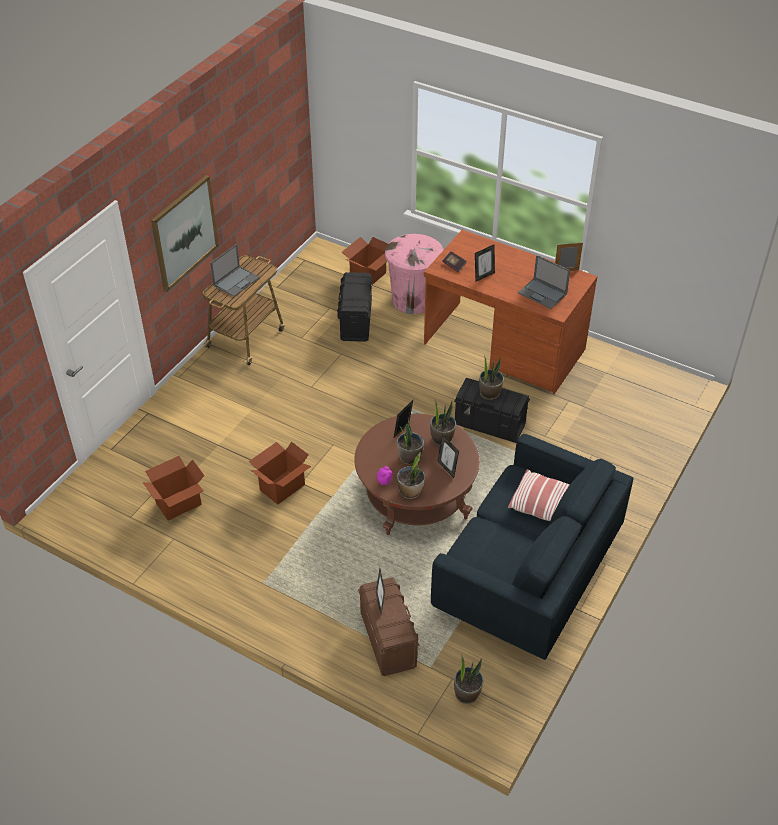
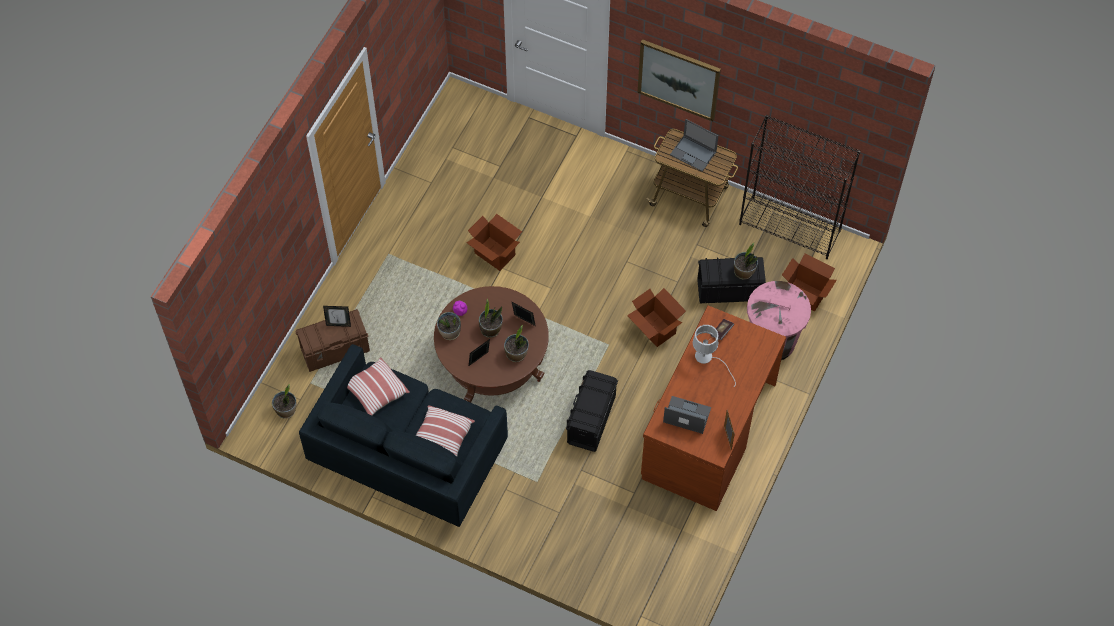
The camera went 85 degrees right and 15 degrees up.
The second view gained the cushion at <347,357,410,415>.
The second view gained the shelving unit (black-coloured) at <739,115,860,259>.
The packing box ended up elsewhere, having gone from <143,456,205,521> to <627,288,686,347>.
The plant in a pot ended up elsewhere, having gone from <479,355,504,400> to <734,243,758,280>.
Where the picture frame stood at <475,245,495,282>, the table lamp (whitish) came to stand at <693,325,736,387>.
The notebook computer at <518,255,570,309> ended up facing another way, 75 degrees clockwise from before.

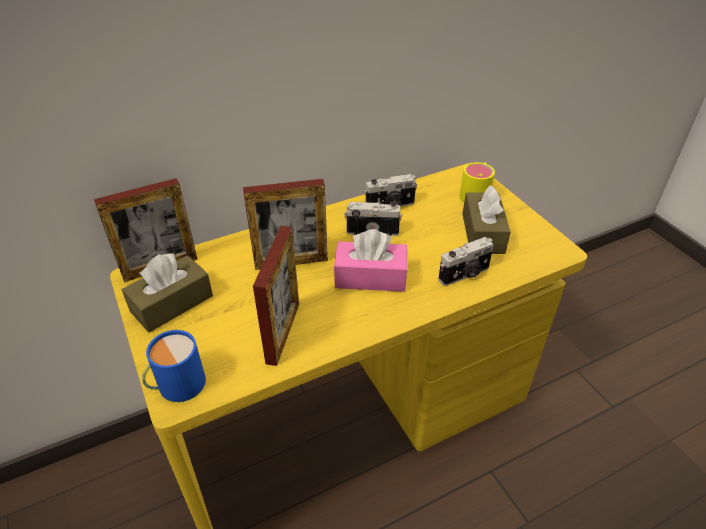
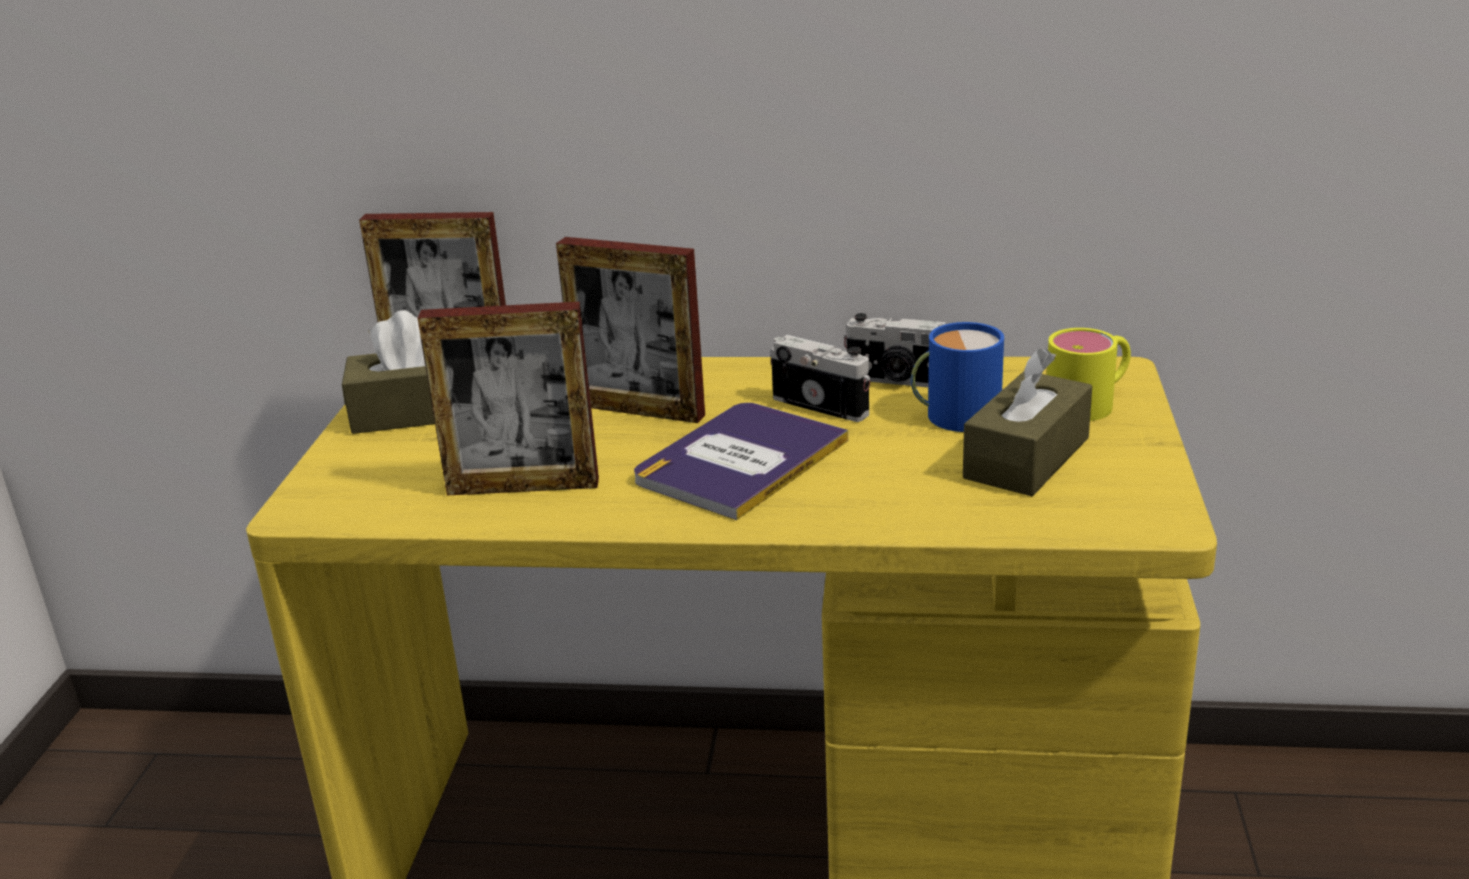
The camera went 35 degrees right and 15 degrees down.
The second view lost the photo camera at <438,237,494,286>.
The coffee mug (blue) ended up elsewhere, having gone from <142,330,206,402> to <911,322,1004,432>.
Where the tissue holder (pink) stood at <334,229,407,292>, the bound book came to stand at <634,403,848,520>.
The picture frame at <253,226,299,366> ended up facing another way, 45 degrees clockwise from before.

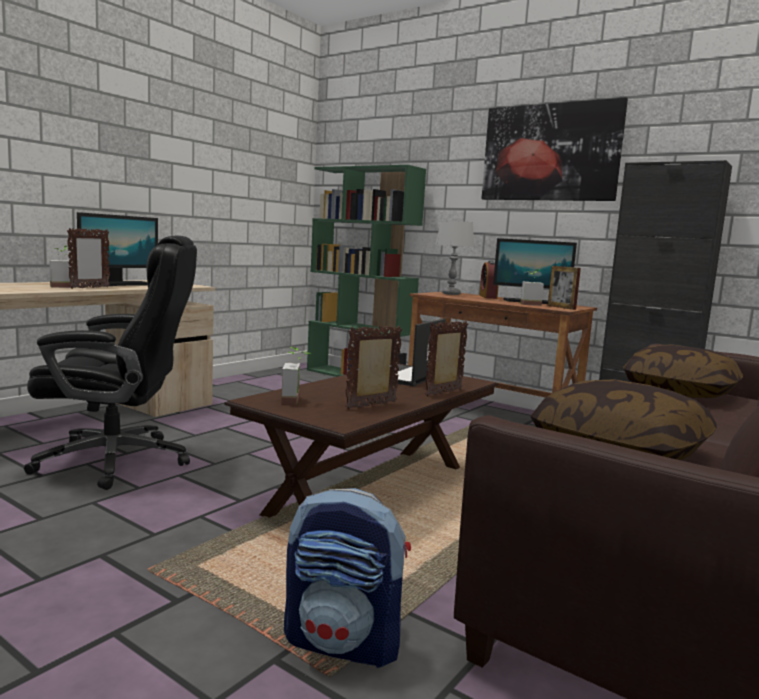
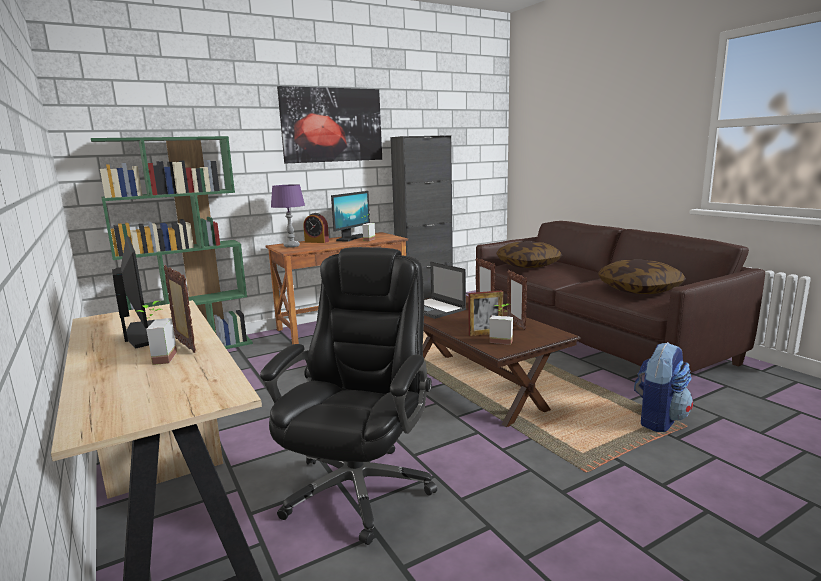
The camera went 65 degrees left and 5 degrees up.
The picture frame ended up elsewhere, having gone from <548,266,581,310> to <468,290,503,336>.
What was the table lamp (greyish) at <435,221,475,295> turned into the table lamp (purple-coloured) at <271,184,305,248>.

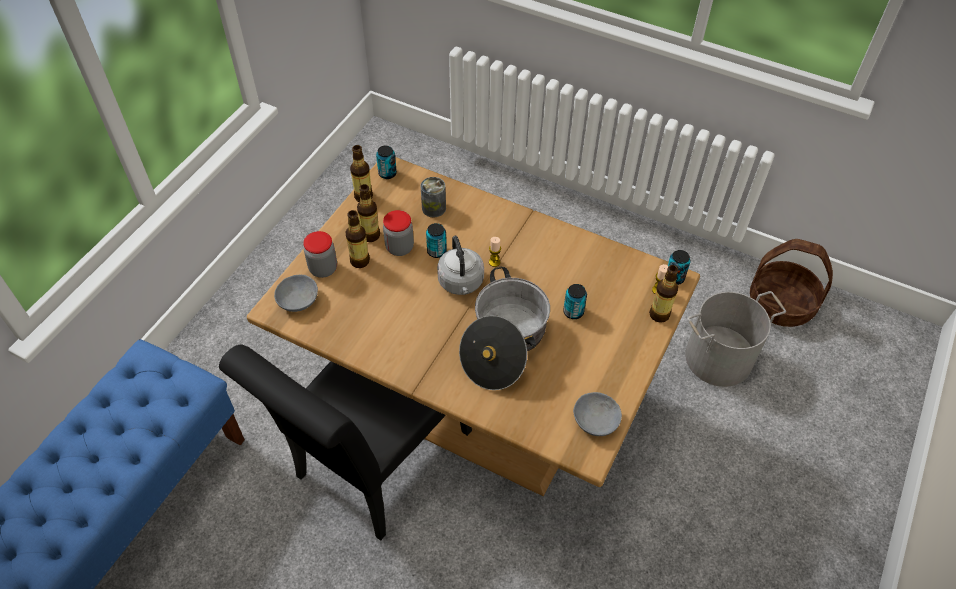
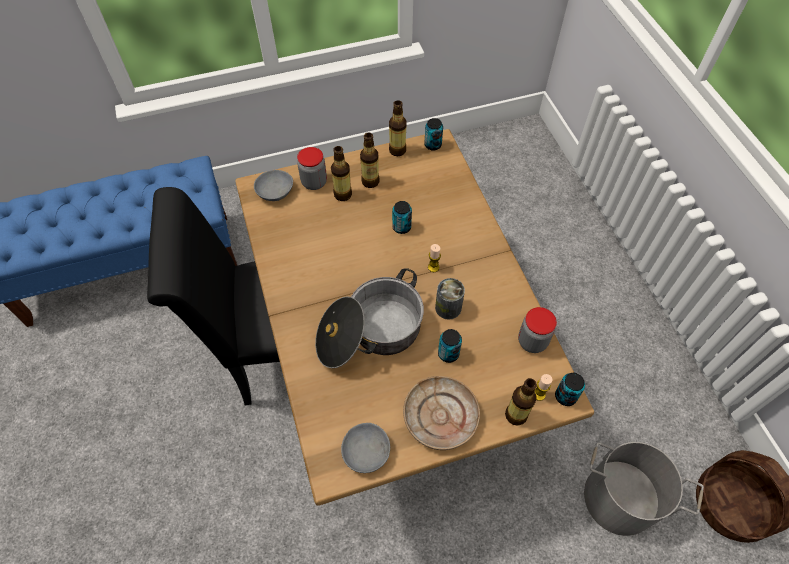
The camera went 45 degrees right and 5 degrees up.
The second view lost the tea kettle (greyish) at <437,236,484,295>.
The second view gained the dinner plate (beige) at <403,376,480,450>.
The storage jar ended up elsewhere, having gone from <383,210,414,256> to <518,307,557,353>.
The can ended up elsewhere, having gone from <420,177,446,218> to <435,278,465,320>.

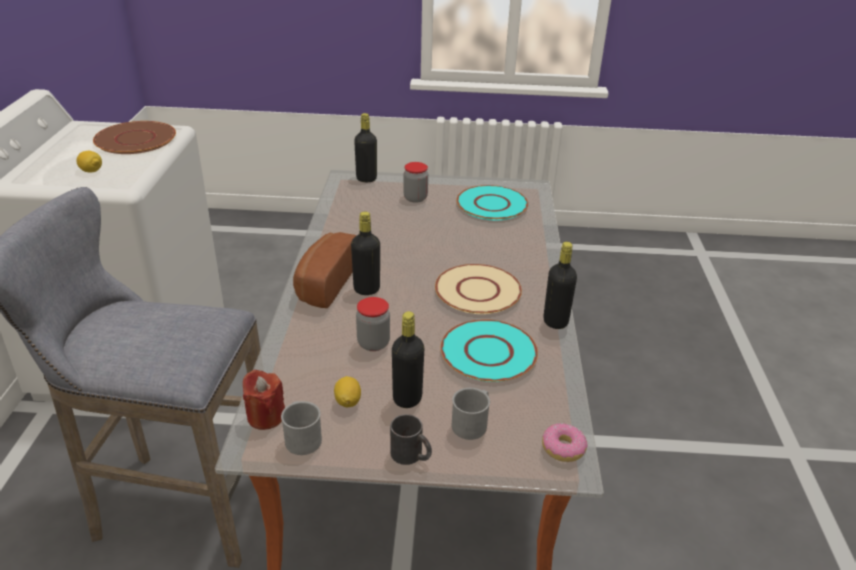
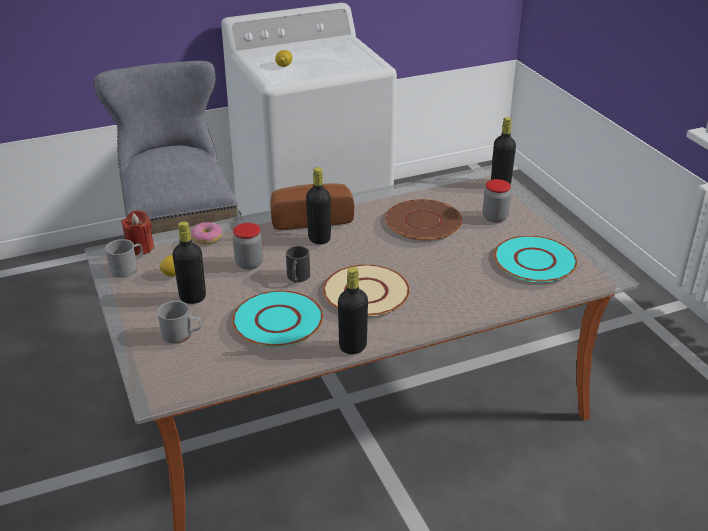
The camera went 65 degrees right and 0 degrees up.
The dinner plate (brown-coloured) ended up elsewhere, having gone from <93,121,176,154> to <385,199,462,241>.
The coffee mug (black-coloured) ended up elsewhere, having gone from <390,414,432,465> to <286,246,310,283>.
The doughnut ended up elsewhere, having gone from <542,423,587,462> to <191,222,223,245>.

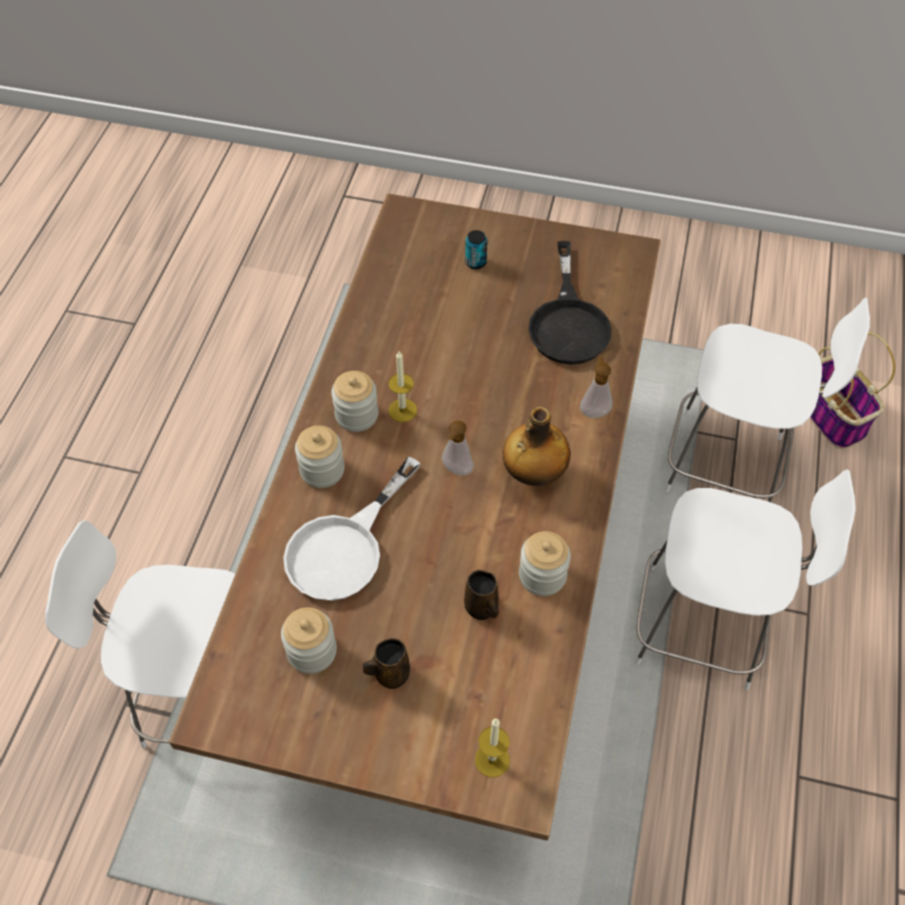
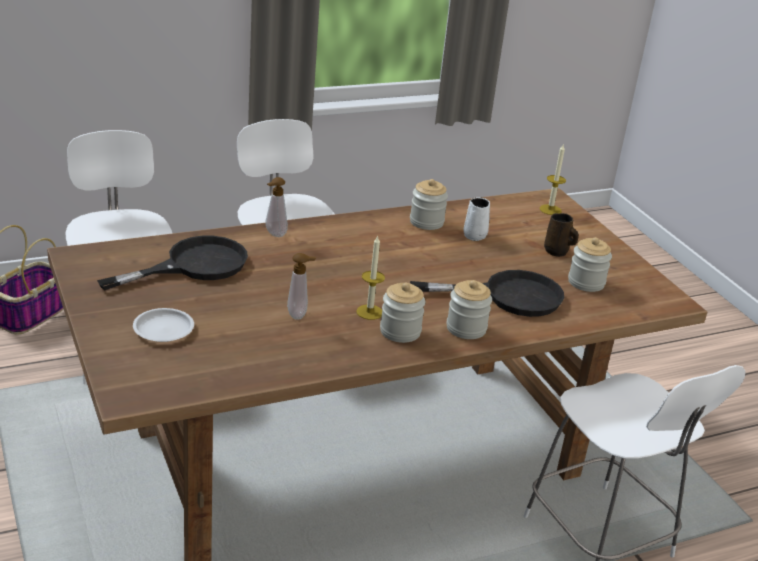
The camera went 130 degrees left and 25 degrees down.
The second view lost the bottle at <502,407,571,486>.
The soap dispenser ended up elsewhere, having gone from <442,421,474,476> to <287,253,316,320>.
Where the can stood at <465,230,487,269>, the dinner plate (whitish) came to stand at <133,308,194,342>.
What was the skillet (whitish) at <283,456,421,601> turned into the skillet (black-coloured) at <410,270,564,317>.
What was the coffee mug (brown-coloured) at <464,570,499,620> turned into the coffee mug (whitish) at <463,197,490,241>.

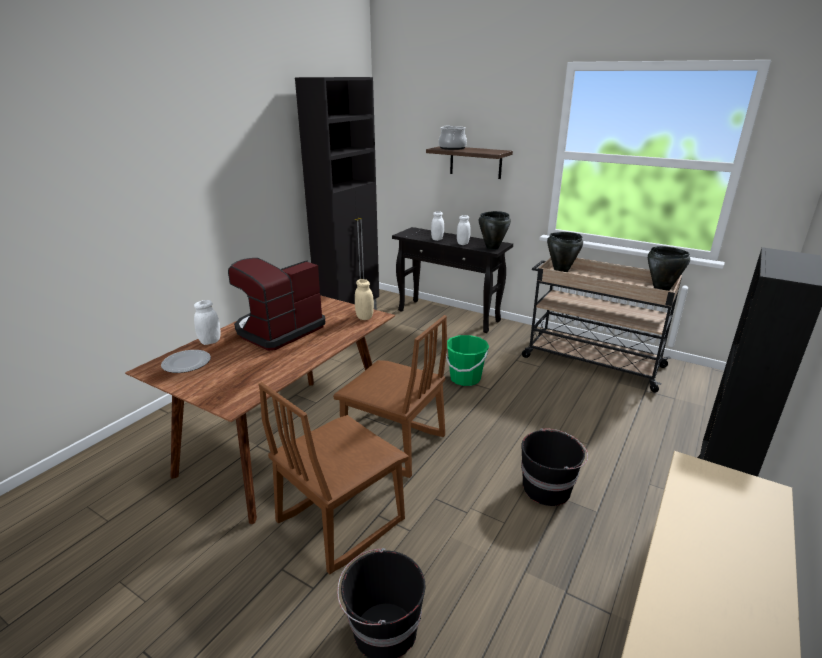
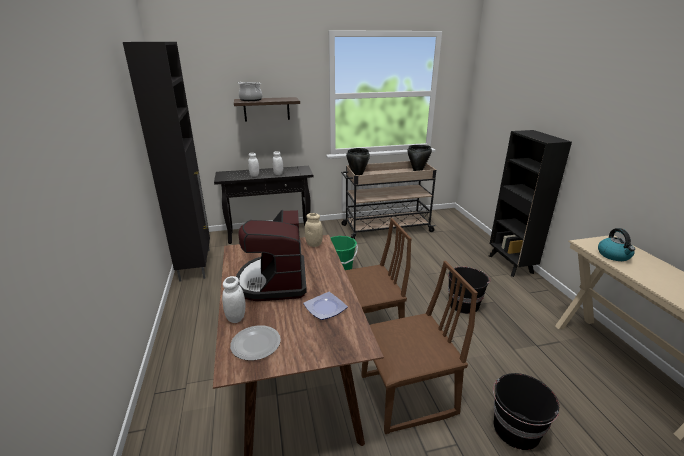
The camera went 45 degrees left and 0 degrees up.
The second view lost the cooking pot (black-coloured) at <479,211,511,250>.
The second view gained the dinner plate at <303,292,348,320>.
The second view gained the tea kettle at <598,228,635,261>.
The plain chair (brown-coloured) at <258,382,409,574> ended up facing another way, 105 degrees counterclockwise from before.

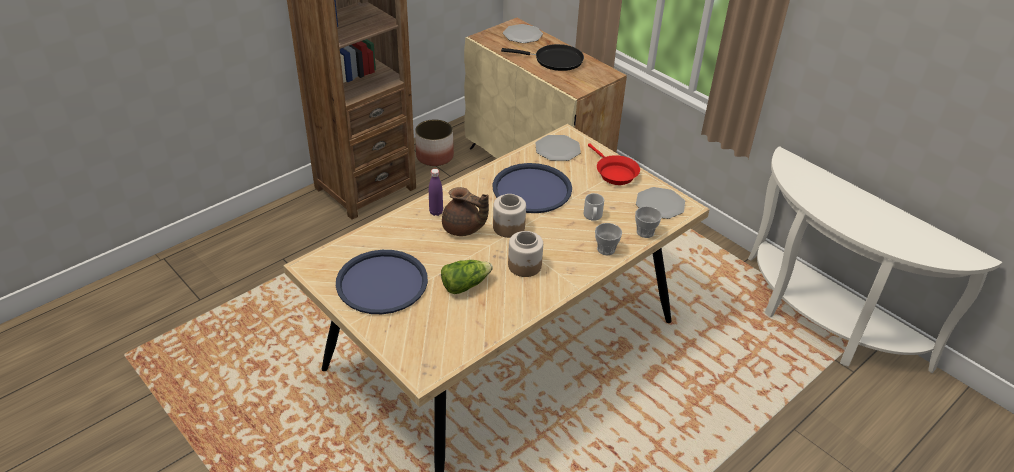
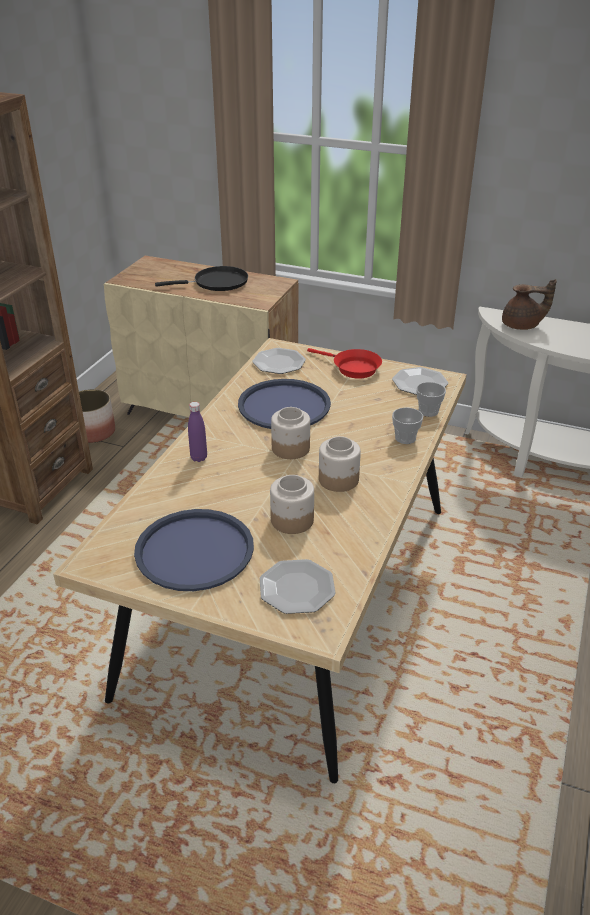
The camera went 25 degrees left and 5 degrees down.
The second view lost the coffee mug (greyish) at <584,193,604,221>.
The teapot (brown-coloured) ended up elsewhere, having gone from <442,187,489,236> to <502,279,557,330>.
The dinner plate ended up elsewhere, having gone from <503,24,543,43> to <260,559,336,614>.
Where the lettuce stood at <441,260,493,294>, the storage jar came to stand at <270,475,314,534>.

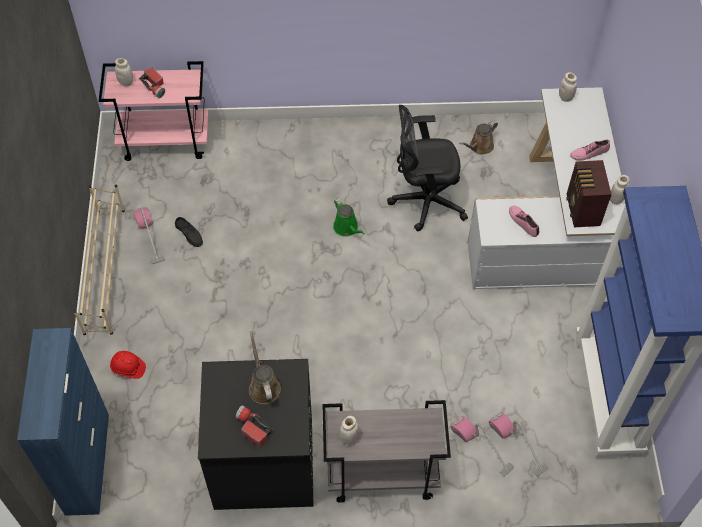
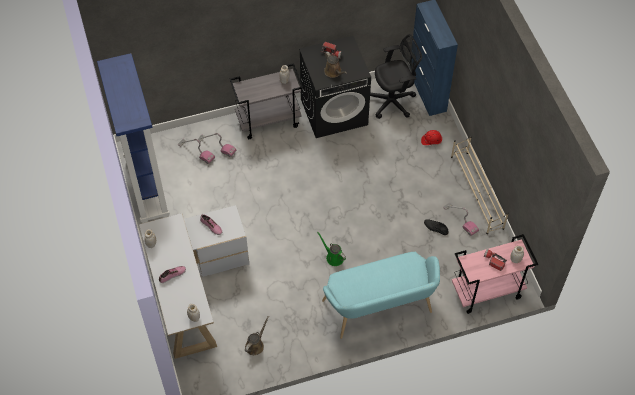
The camera went 165 degrees right and 0 degrees up.
The second view lost the radio set at <566,160,612,227>.
The second view gained the long seat (turquoise) at <322,252,440,339>.
The computer chair (black-coloured) ended up elsewhere, having gone from <387,105,468,231> to <370,34,422,119>.

